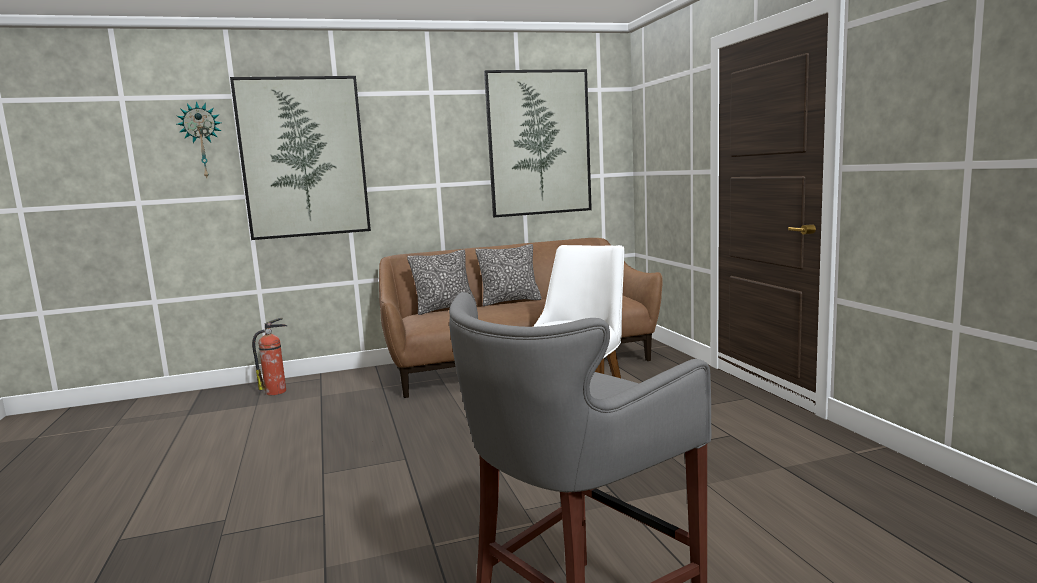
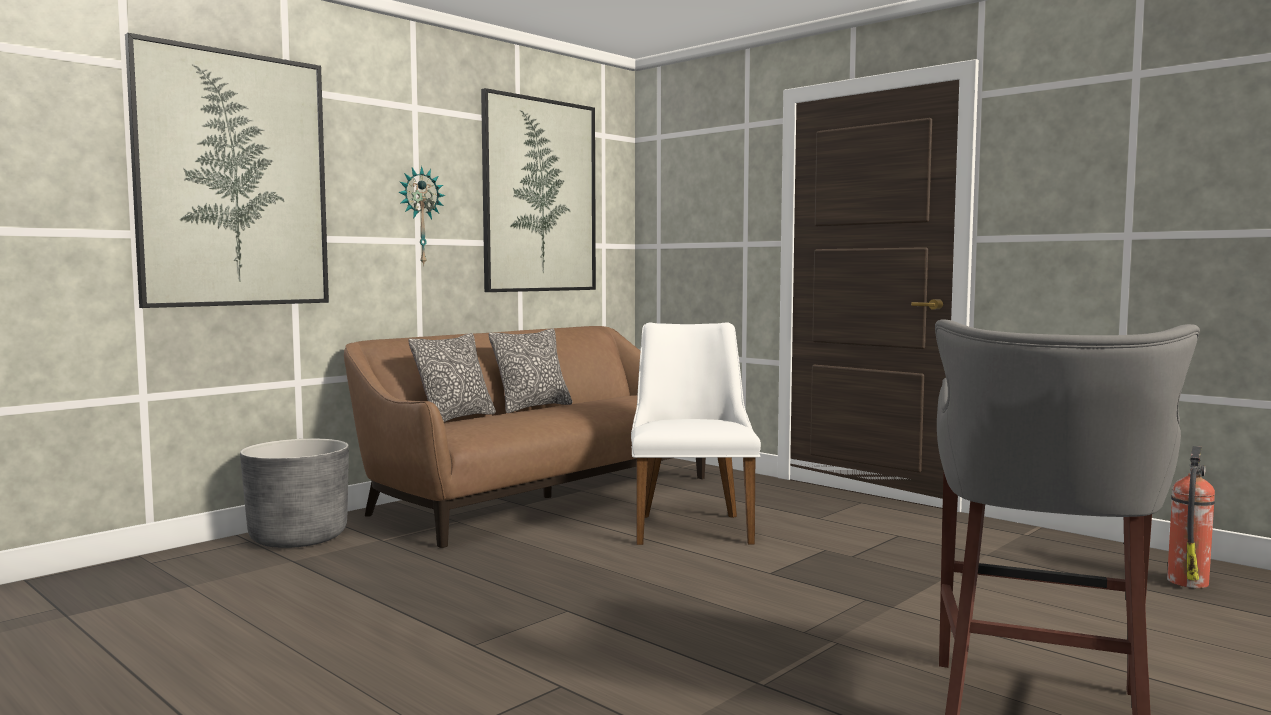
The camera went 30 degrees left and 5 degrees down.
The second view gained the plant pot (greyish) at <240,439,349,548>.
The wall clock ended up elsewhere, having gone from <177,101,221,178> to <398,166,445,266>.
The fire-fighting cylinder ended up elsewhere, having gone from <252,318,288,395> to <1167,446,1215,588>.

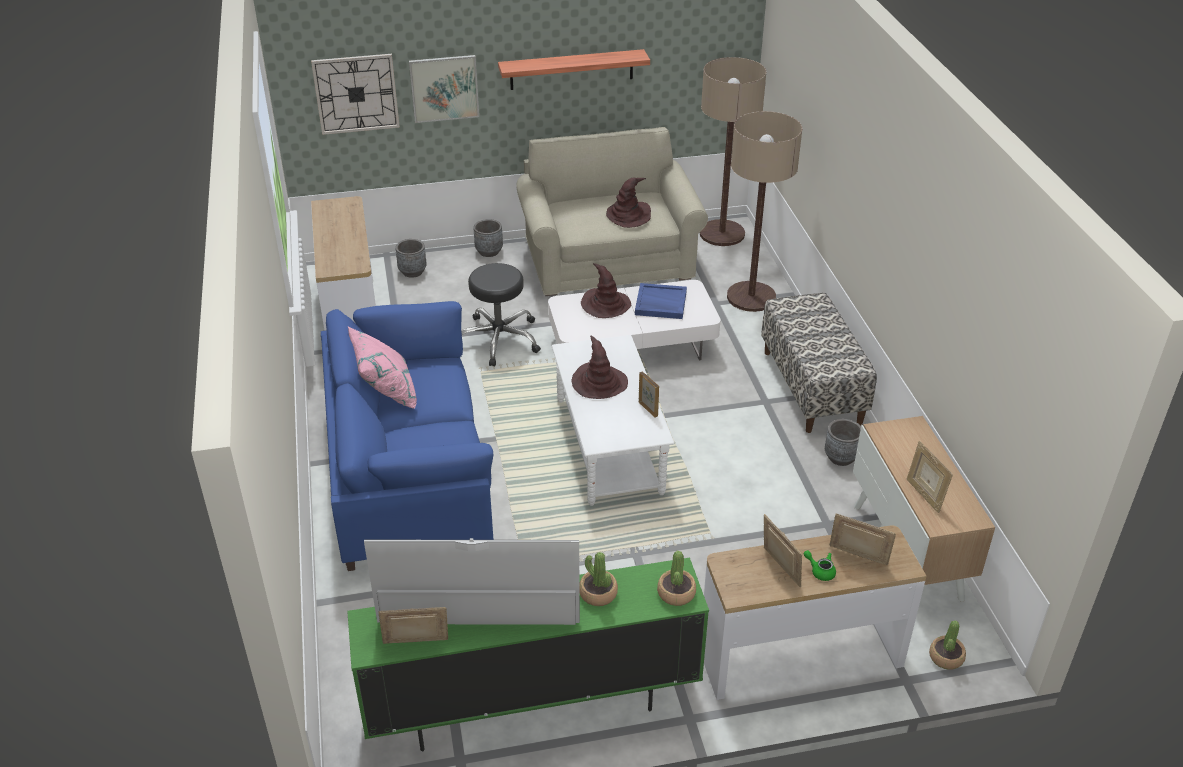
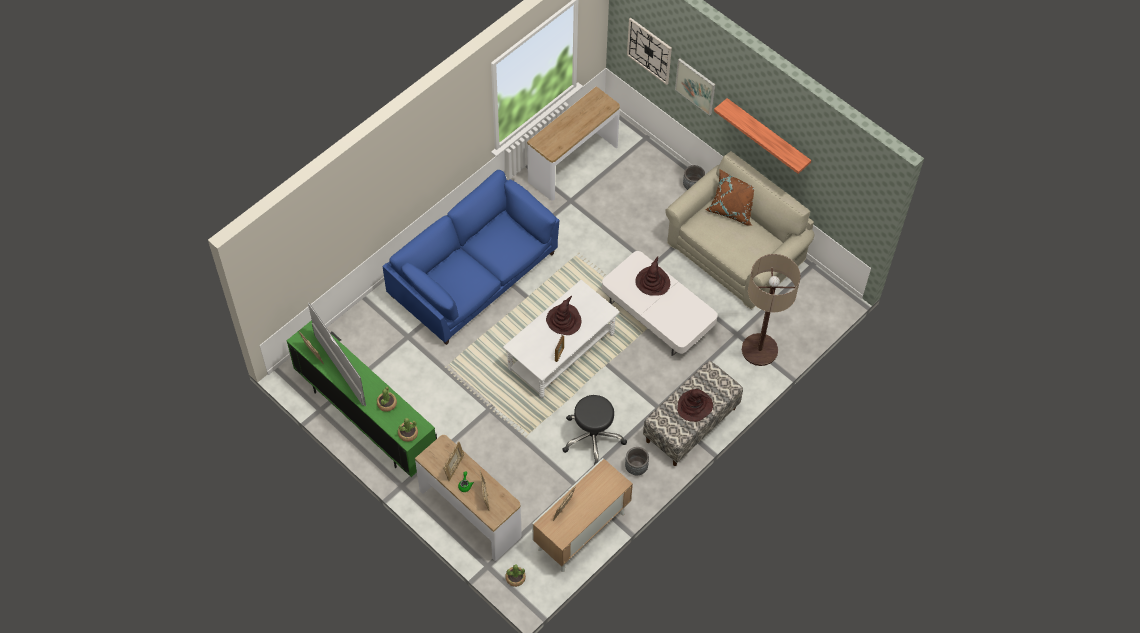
The camera went 55 degrees right and 20 degrees up.
The second view lost the cushion (pink) at <348,327,417,408>.
The second view lost the plant pot (greyish) at <395,239,427,278>.
The second view lost the serving tray (blue) at <635,283,687,319>.
The second view lost the floor lamp at <699,57,766,246>.
The second view gained the cushion (brown-coloured) at <706,169,754,226>.
The stool (black-coloured) ended up elsewhere, having gone from <461,263,541,367> to <562,395,627,466>.
The hat (brown-coloured) ended up elsewhere, having gone from <606,177,651,228> to <677,389,713,422>.

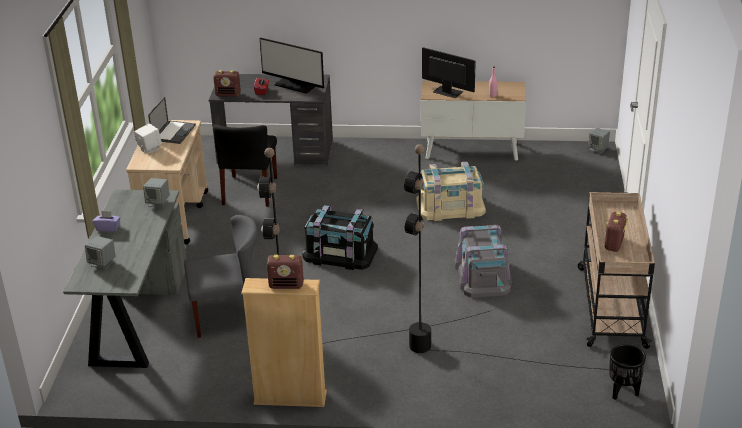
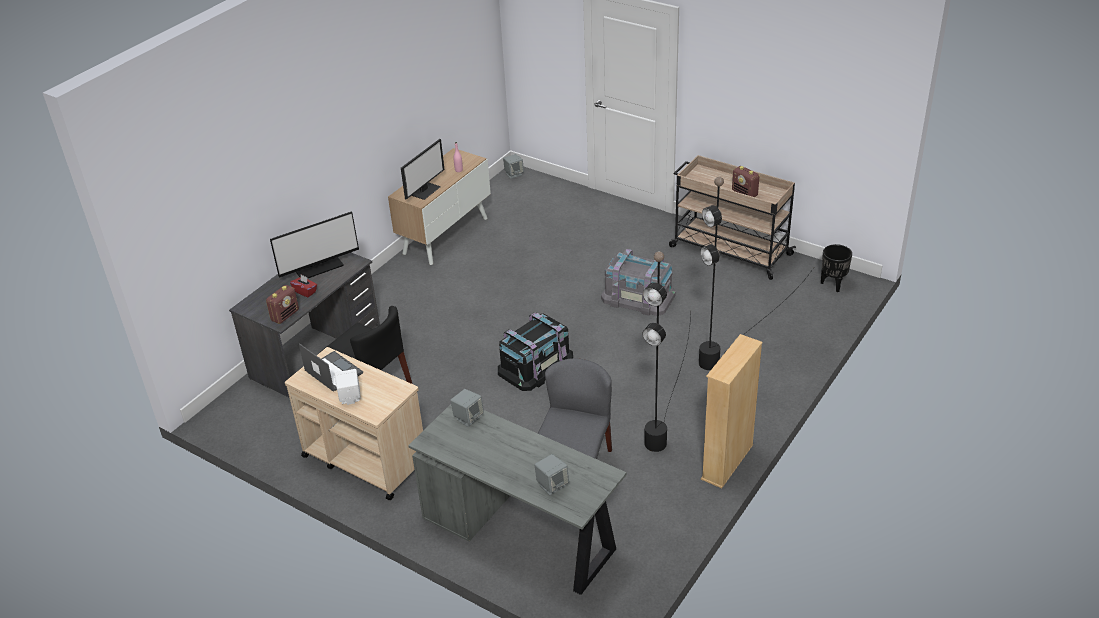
The camera went 60 degrees left and 5 degrees up.
The second view lost the tissue holder (purple-coloured) at <93,211,120,232>.
The second view lost the radio set at <267,255,304,289>.
The second view lost the storage container (beige) at <416,162,486,221>.
The computer display at <422,47,476,98> ended up facing another way, 150 degrees clockwise from before.

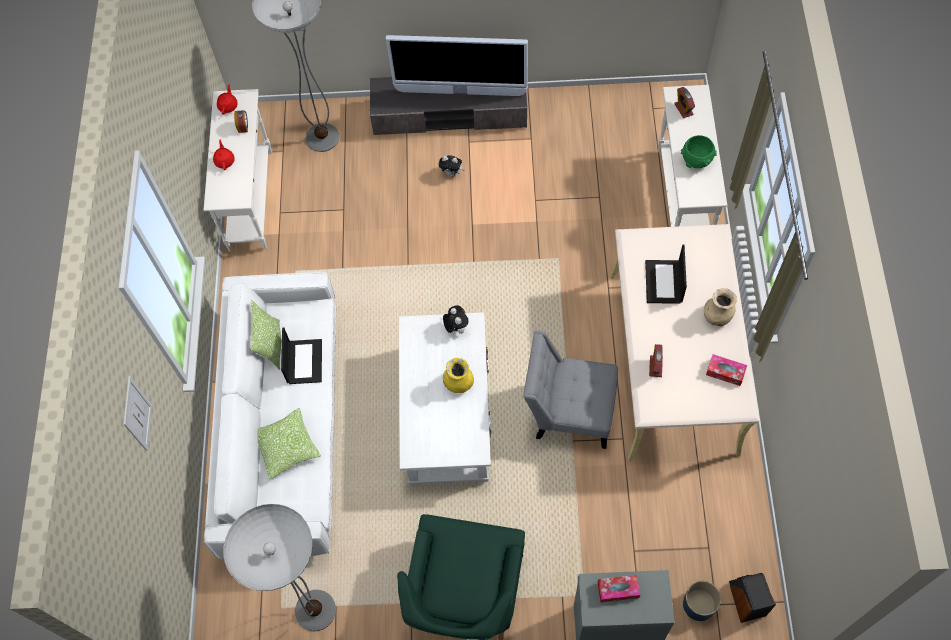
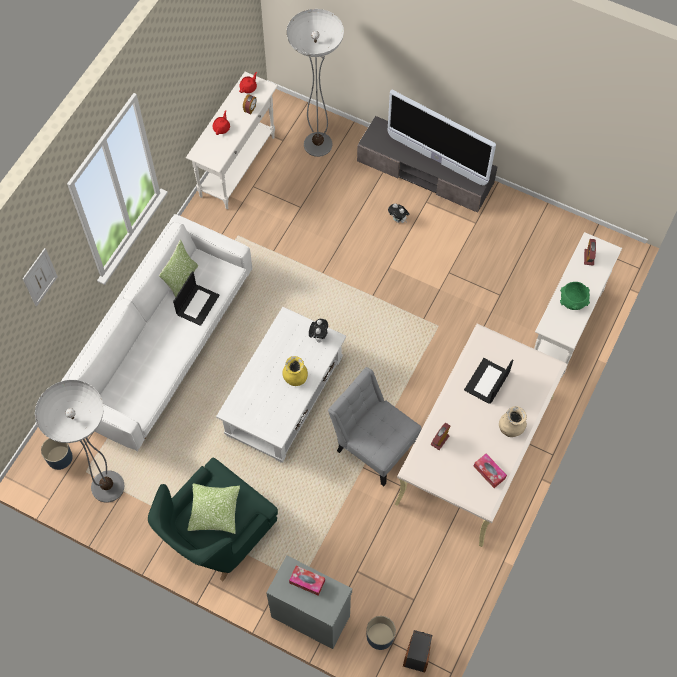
The camera went 25 degrees right and 0 degrees up.
The second view gained the plant pot (blue) at <41,438,73,470>.
The cushion ended up elsewhere, having gone from <257,408,321,479> to <187,484,240,534>.

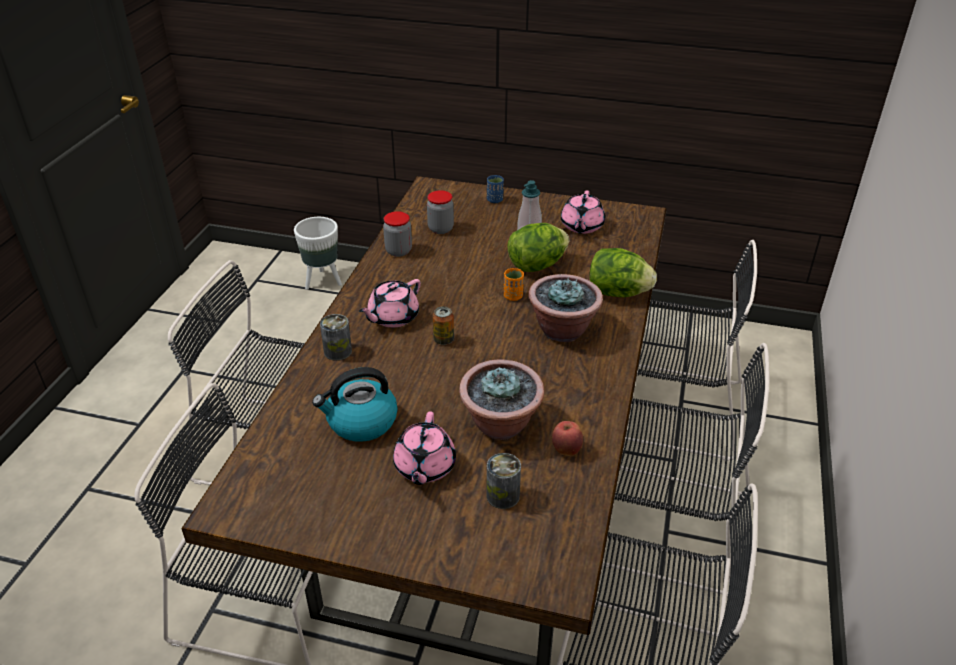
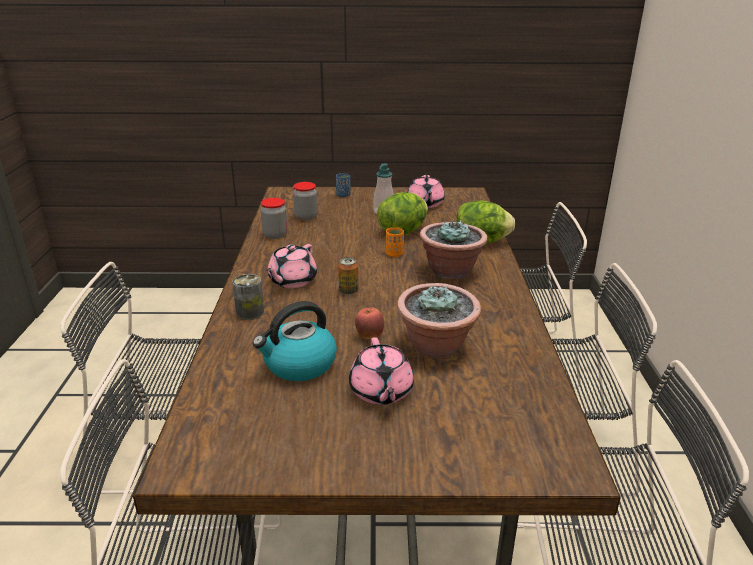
The camera went 15 degrees left and 10 degrees down.
The second view lost the plant pot (whitish) at <294,217,342,290>.
The second view lost the can at <486,453,521,509>.
The apple ended up elsewhere, having gone from <552,421,583,456> to <355,308,384,339>.

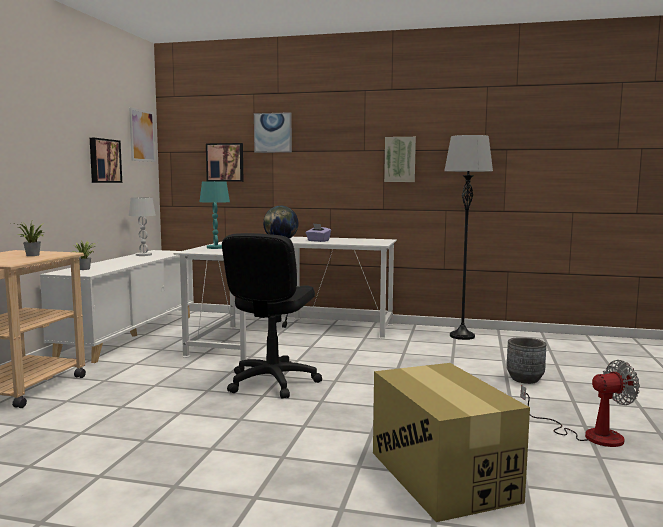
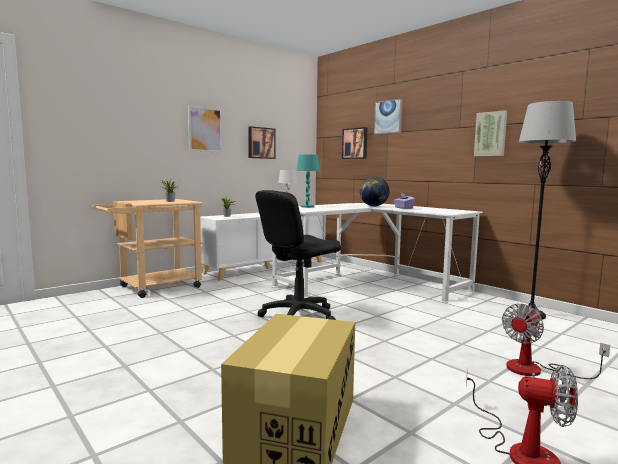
The camera went 35 degrees right and 0 degrees up.
The wall art ended up elsewhere, having gone from <129,107,155,162> to <188,105,222,153>.
Where the plant pot (greyish) stood at <506,337,546,384>, the fan came to stand at <502,304,610,379>.

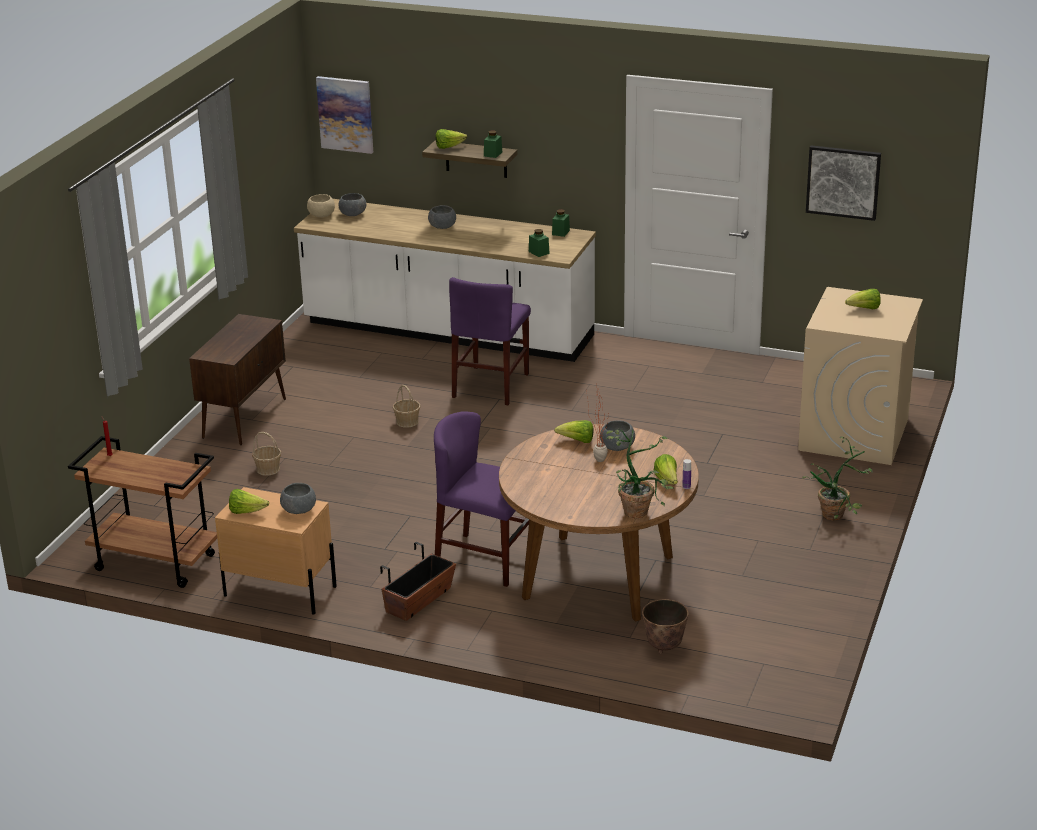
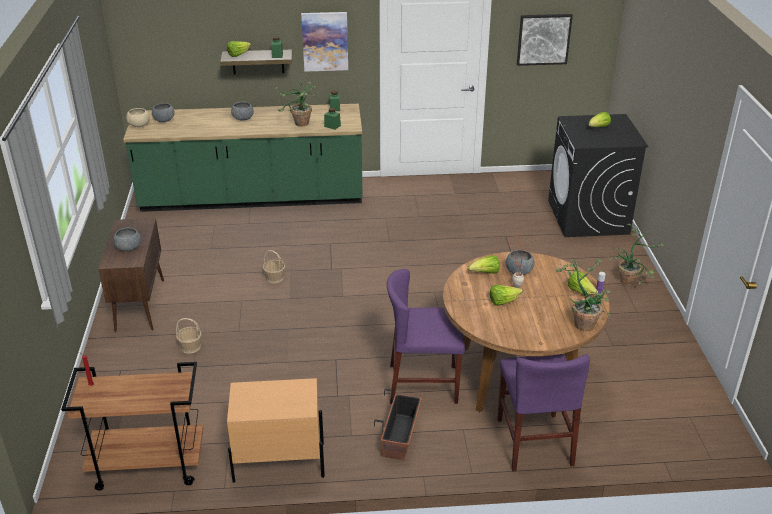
The camera went 25 degrees left and 5 degrees up.
The second view lost the plant pot at <642,599,689,654>.
The second view gained the plant in a pot at <274,81,318,127>.
The lettuce ended up elsewhere, having gone from <229,489,269,514> to <490,285,523,306>.
The deep dish (greyish) ended up elsewhere, having gone from <280,483,316,514> to <113,227,141,251>.
The wall art ended up elsewhere, having gone from <316,76,373,154> to <301,12,348,72>.
The plain chair (purple-coloured) ended up elsewhere, having gone from <449,277,531,405> to <497,354,590,471>.
What was the kitchen base unit (whitish) at <294,199,596,362> turned into the kitchen base unit (green) at <123,104,363,212>.
What was the laundry machine (beige) at <798,287,923,465> turned into the laundry machine (black-coloured) at <548,114,648,237>.

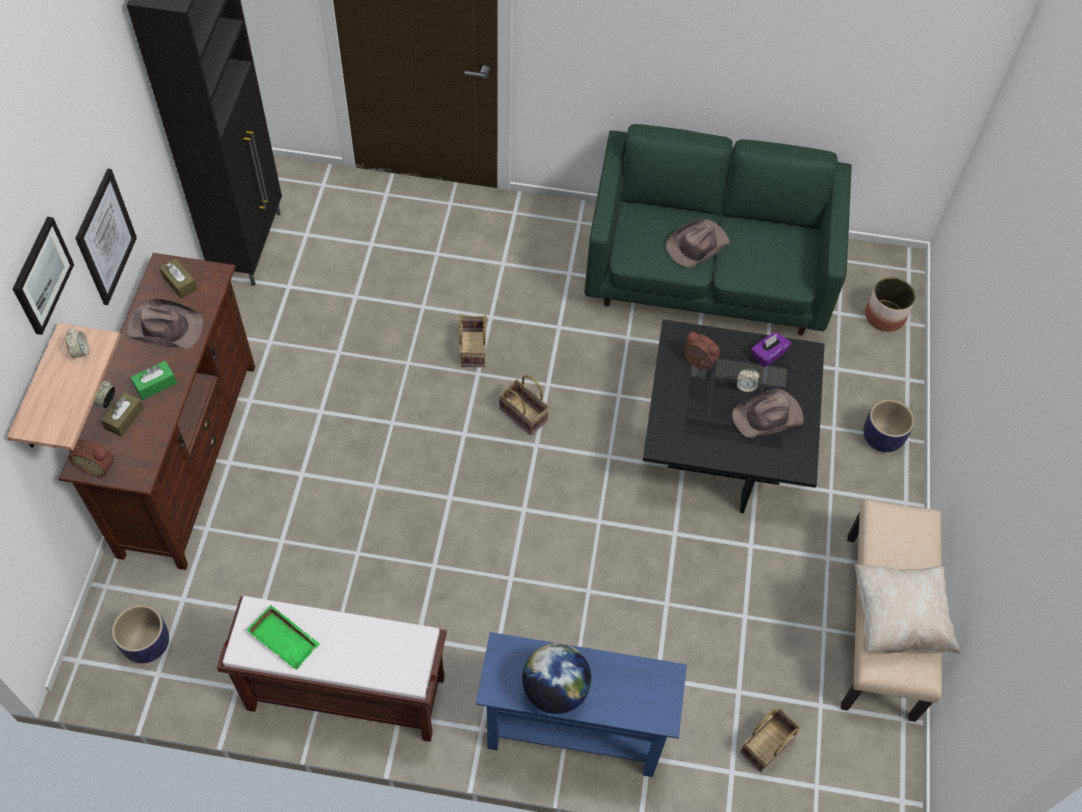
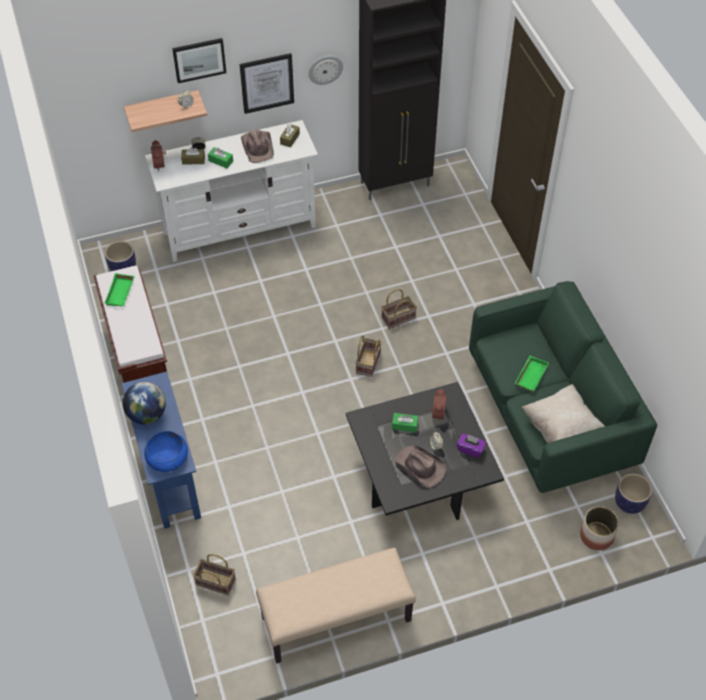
The camera went 65 degrees right and 5 degrees down.
The second view gained the deep dish (blue) at <144,431,188,472>.
The second view gained the wall clock at <309,56,343,85>.
The second view gained the tissue holder (green) at <392,413,418,432>.
The cushion (beige) ended up elsewhere, having gone from <855,564,961,653> to <521,384,605,443>.
The plant pot ended up elsewhere, having gone from <863,399,915,452> to <615,473,652,514>.
Where the hat (brown-coloured) stood at <666,219,730,268>, the serving tray (green) came to stand at <515,356,549,392>.
What was the tv stand (brown-coloured) at <59,253,255,570> turned into the tv stand (whitish) at <145,120,318,262>.

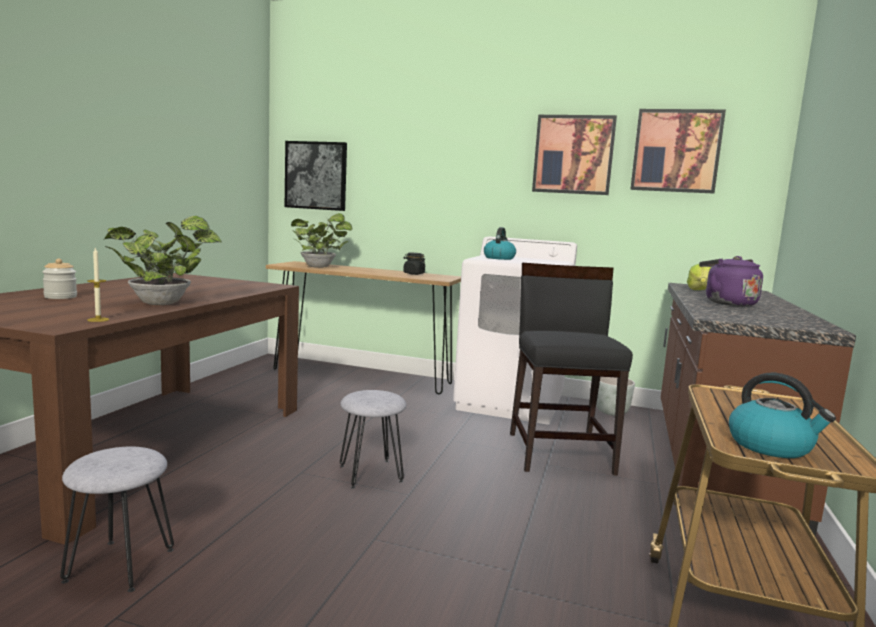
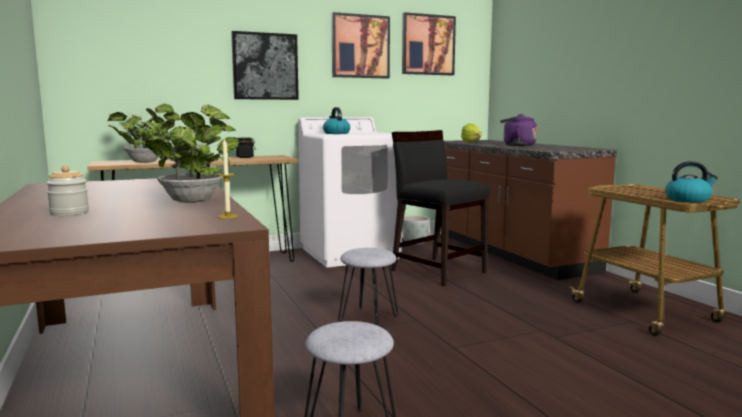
The camera went 40 degrees left and 0 degrees up.
The wall art ended up elsewhere, having gone from <285,141,347,211> to <231,31,299,100>.

